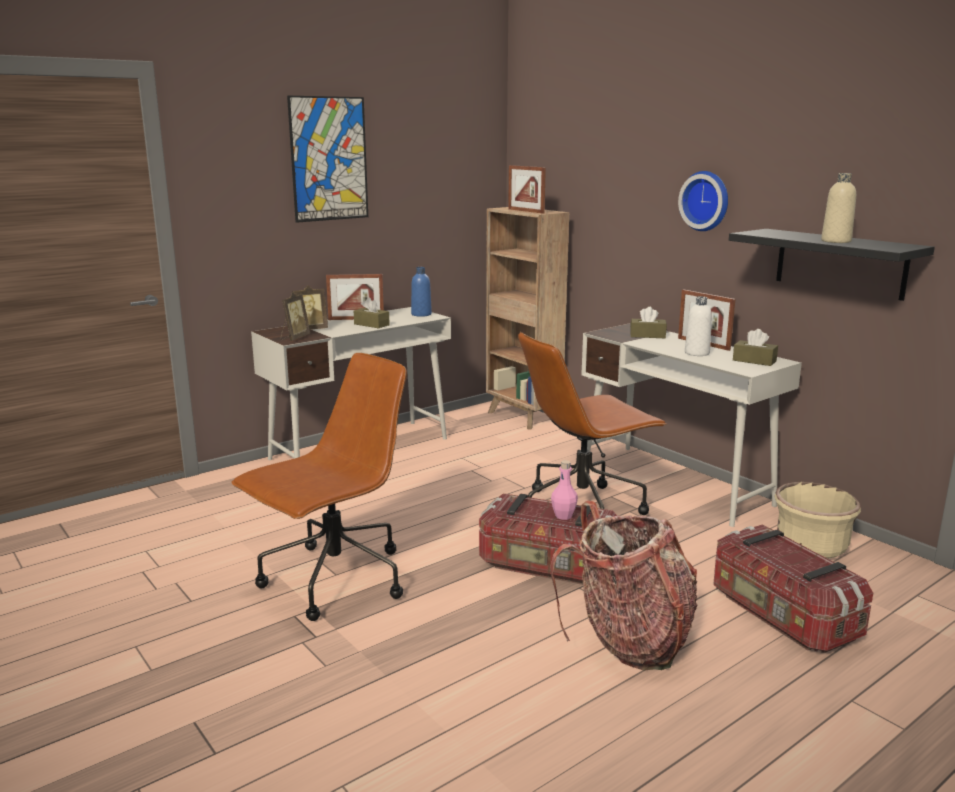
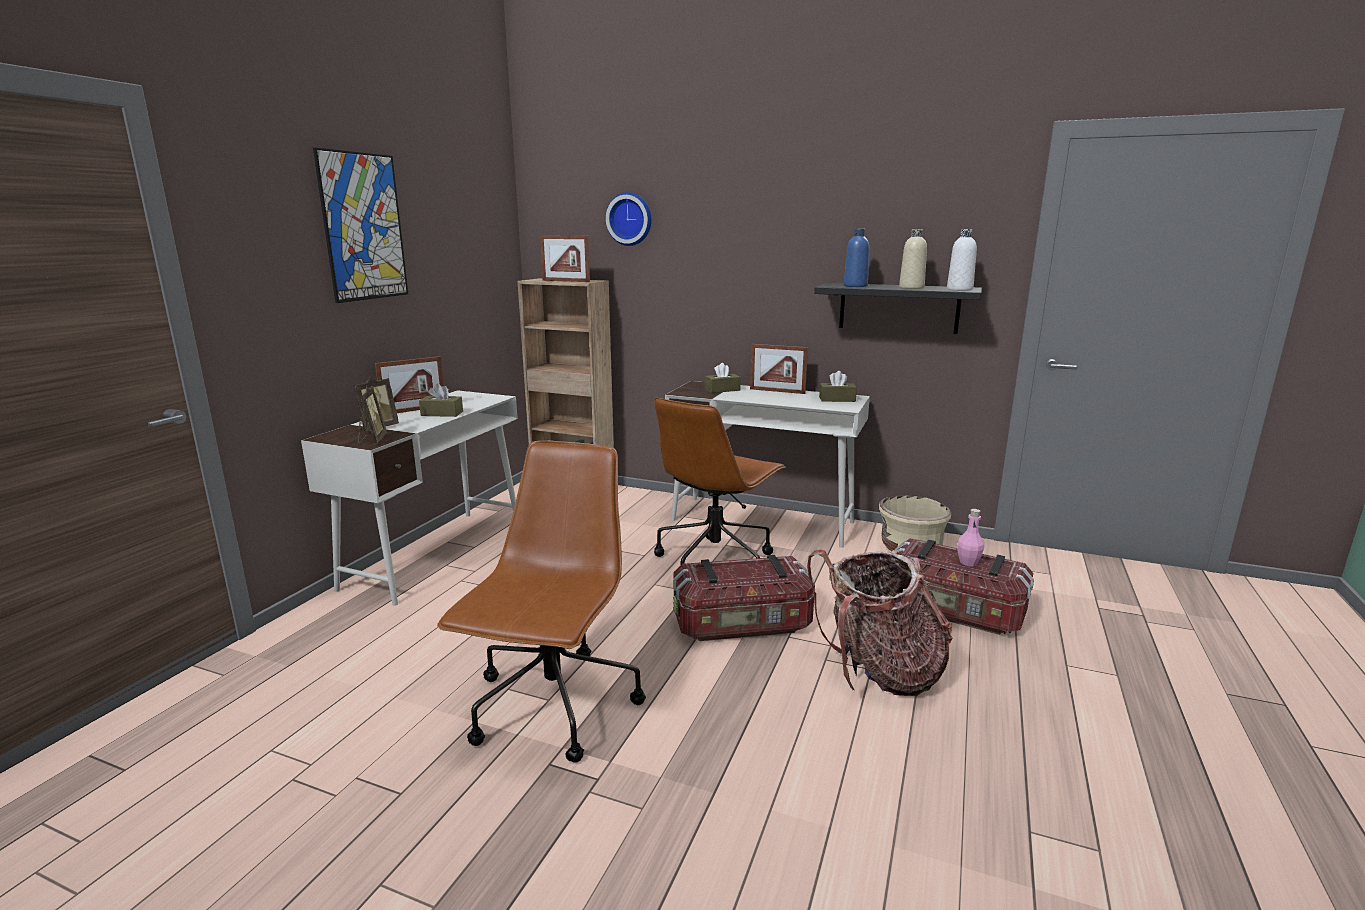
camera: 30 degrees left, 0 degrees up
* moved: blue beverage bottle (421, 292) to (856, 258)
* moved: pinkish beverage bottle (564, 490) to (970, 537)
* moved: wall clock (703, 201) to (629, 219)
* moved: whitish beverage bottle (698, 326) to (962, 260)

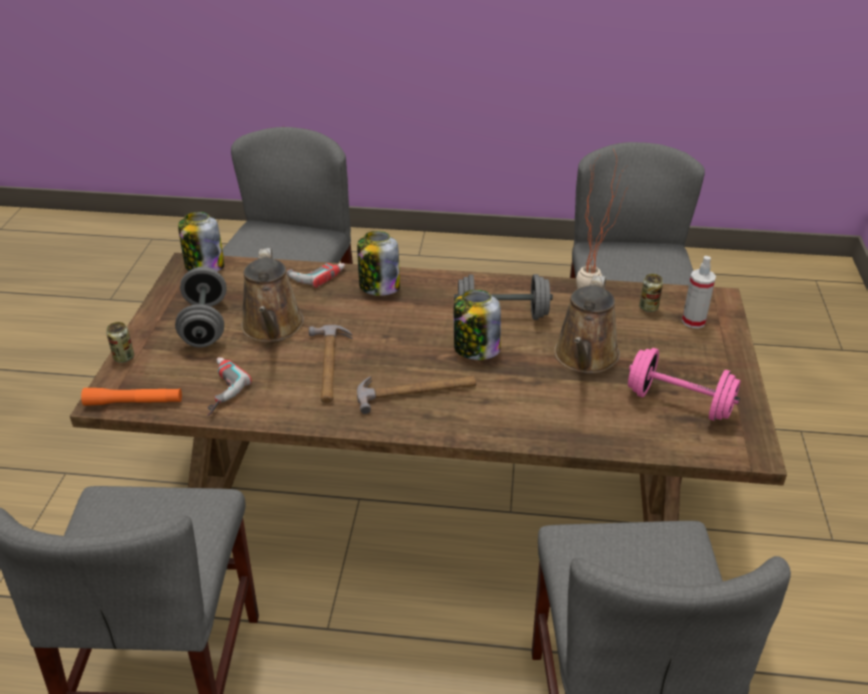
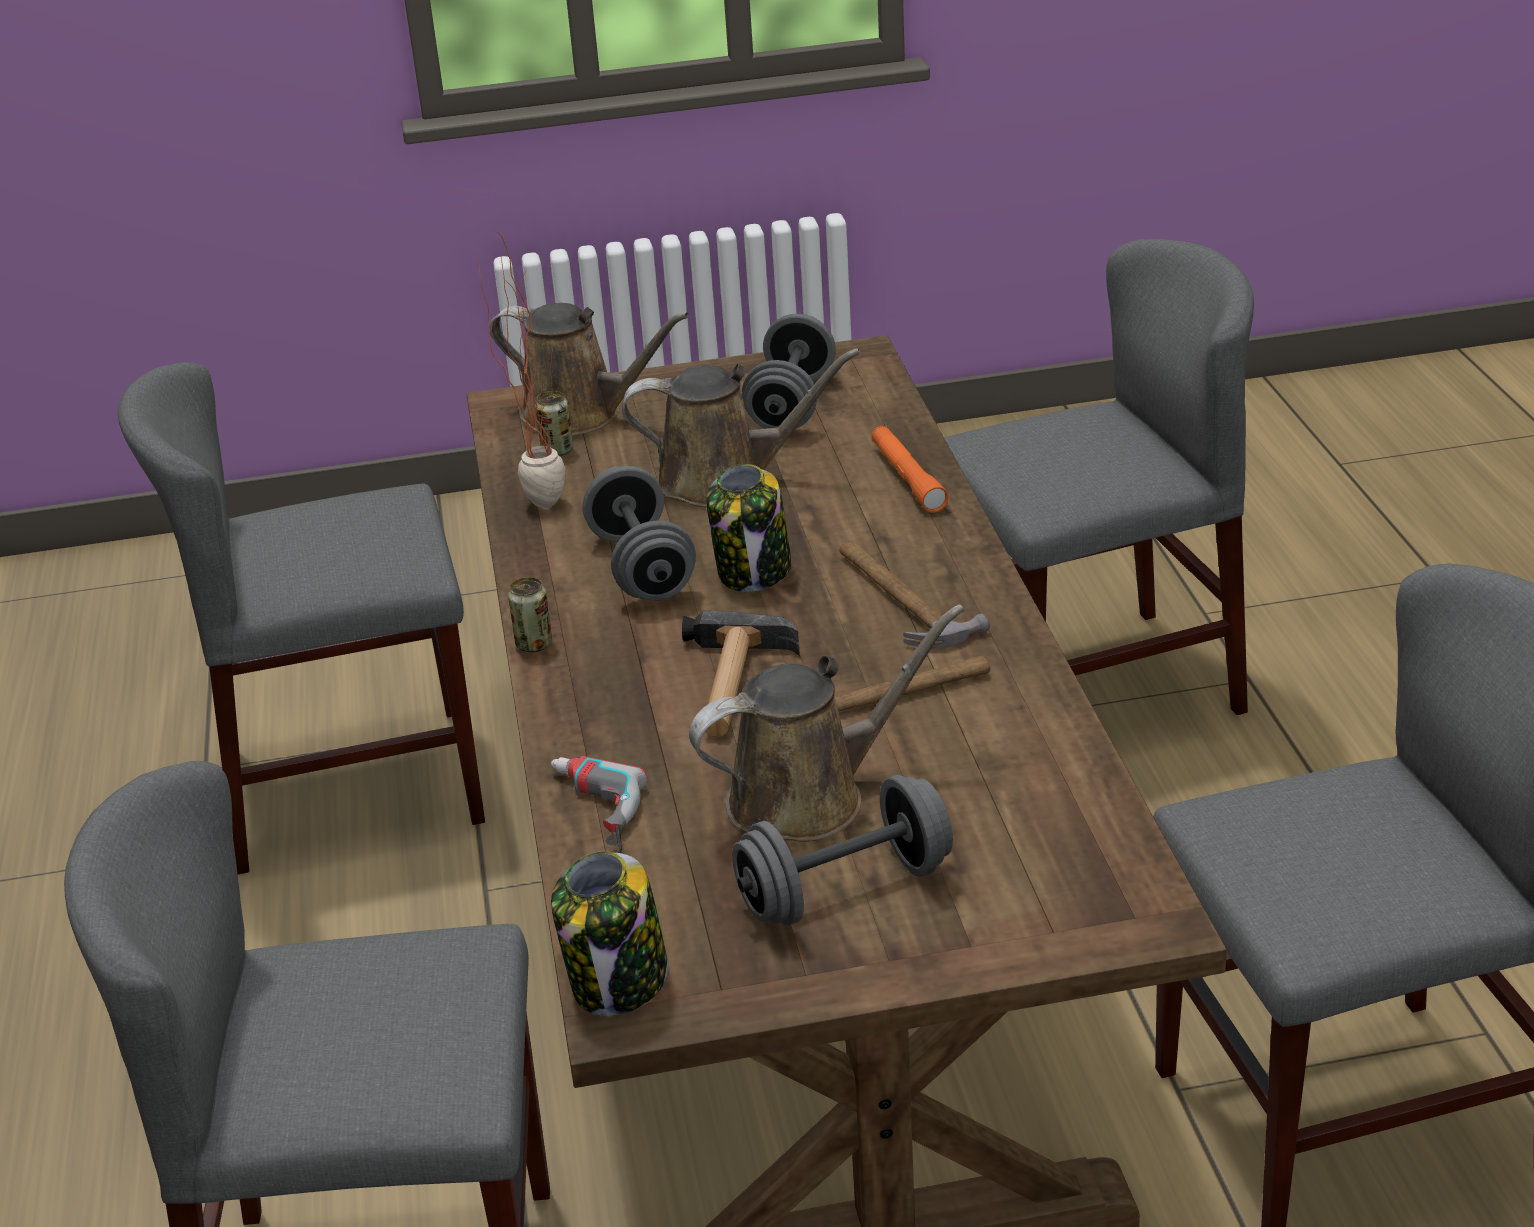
camera: 105 degrees left, 5 degrees down
* removed: power drill (229, 386)
* removed: storage jar (378, 263)
* added: hand hammer (741, 674)
* moved: orange flashlight (131, 397) to (910, 469)
* moved: sealed can (120, 342) to (530, 614)
* replaced: spray bottle (699, 292) to brown-coloured watering pot (589, 369)
* recoloured: pinkish dumbbell (684, 384) to gray dumbbell (789, 371)

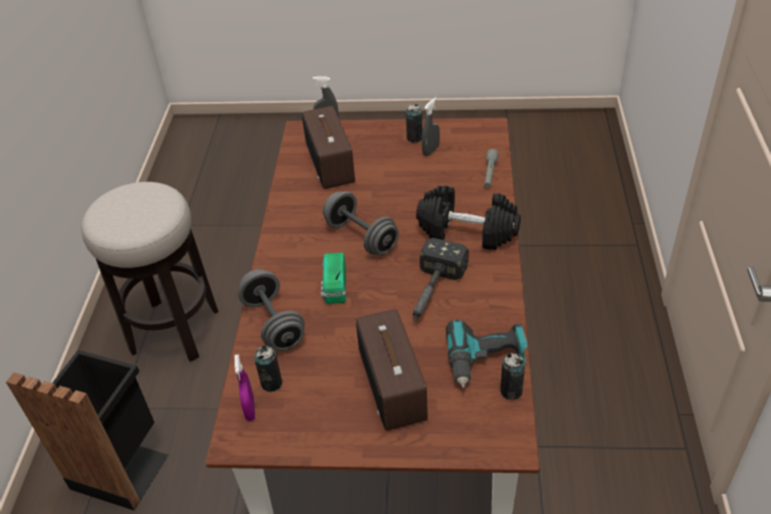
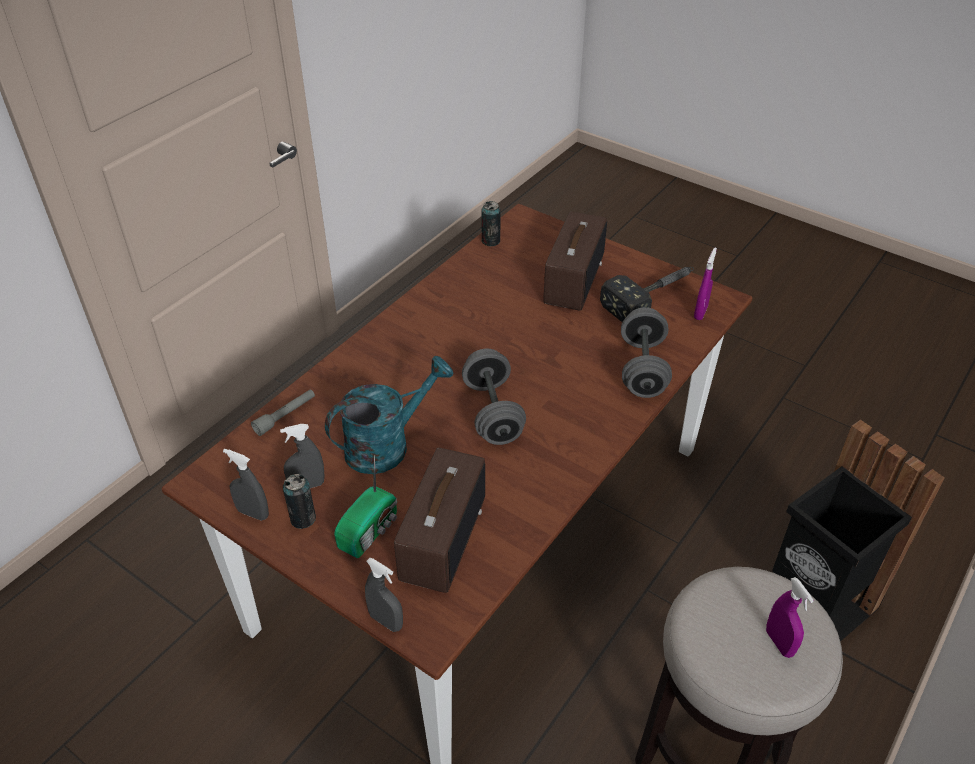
camera: 150 degrees left, 0 degrees up
* removed: sealed can (268, 369)
* removed: black dumbbell (468, 217)
* removed: power drill (487, 353)
* added: gray spray bottle (246, 485)
* added: turquoise-coloured watering pot (389, 415)
* added: purplish spray bottle (790, 617)
* moved: radio set (333, 278) to (365, 506)
* moved: hand hammer (440, 279) to (647, 294)

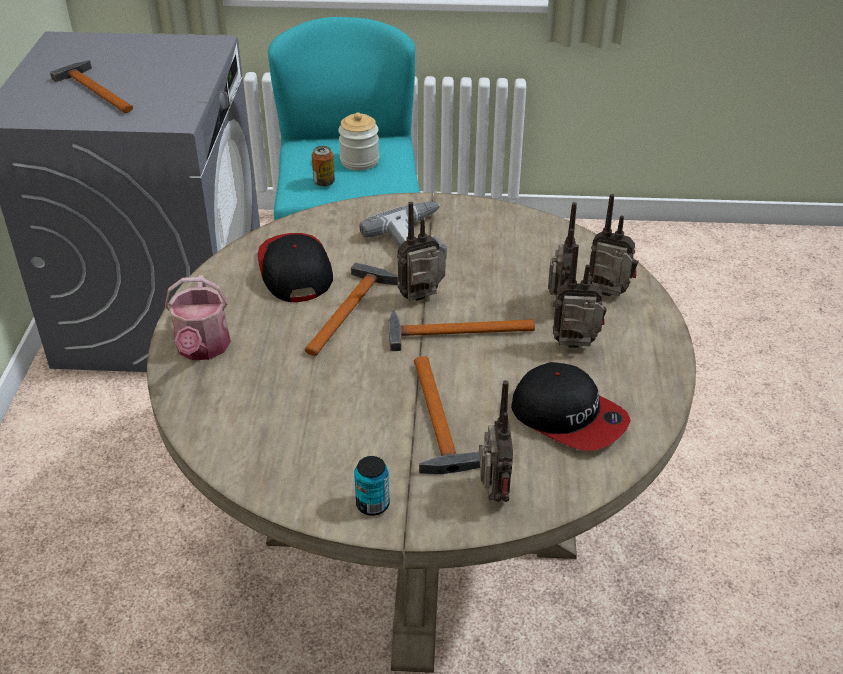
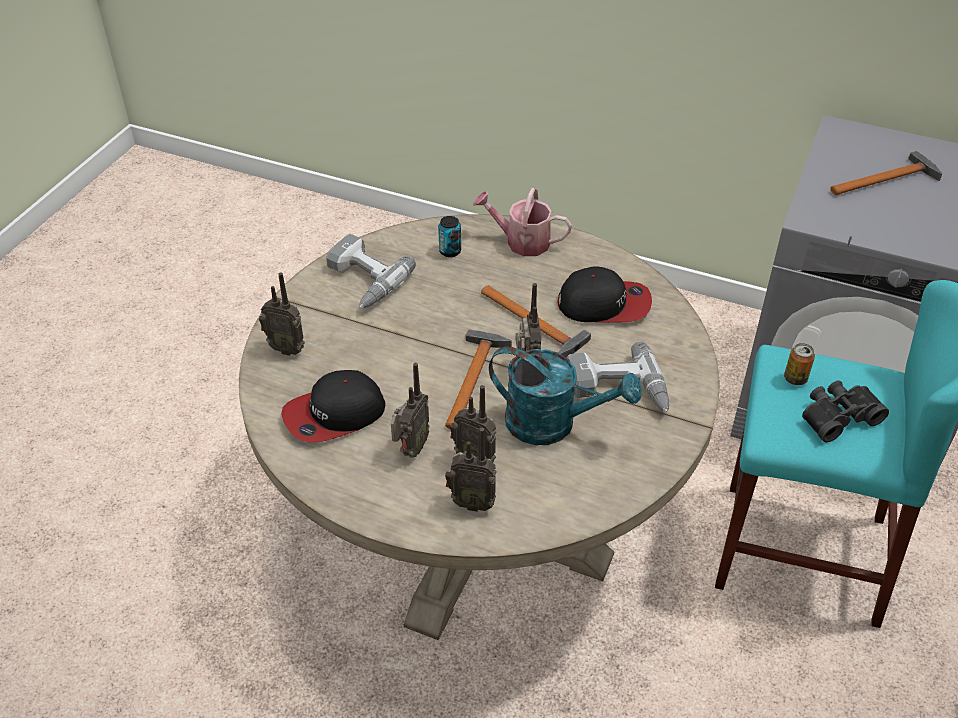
camera: 110 degrees right, 5 degrees up
* removed: hand hammer (447, 415)
* added: power drill (371, 271)
* added: turquoise-coloured watering pot (565, 396)
* moved: sealed can (371, 486) to (449, 236)
* replaced: storage jar (358, 141) to black binoculars (845, 411)
* turned: radio set (614, 245) = (471, 469) 60 degrees clockwise

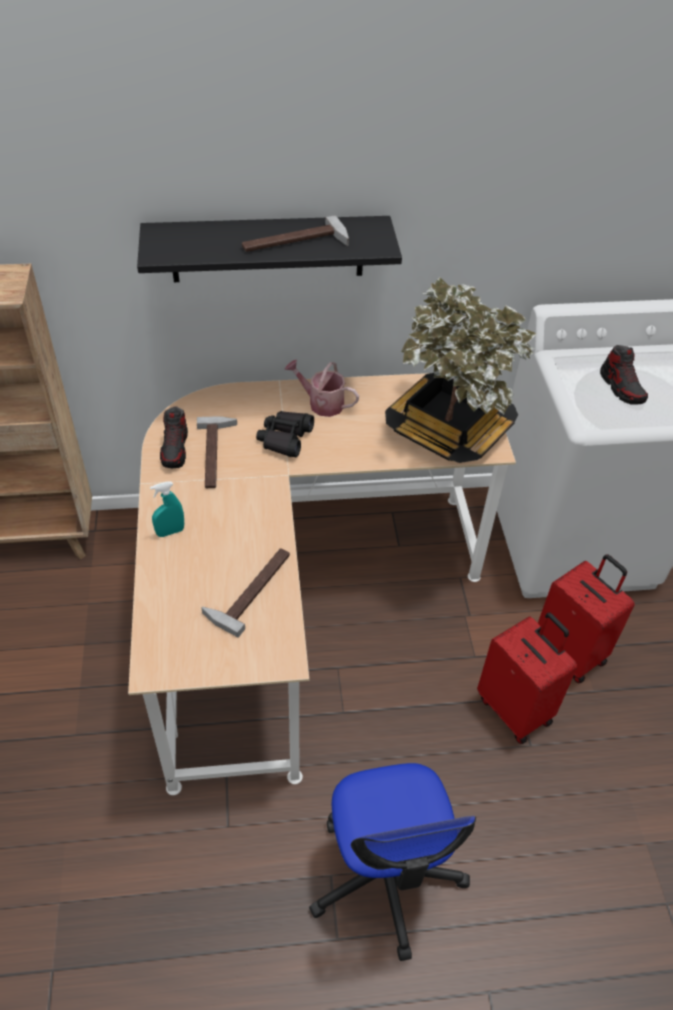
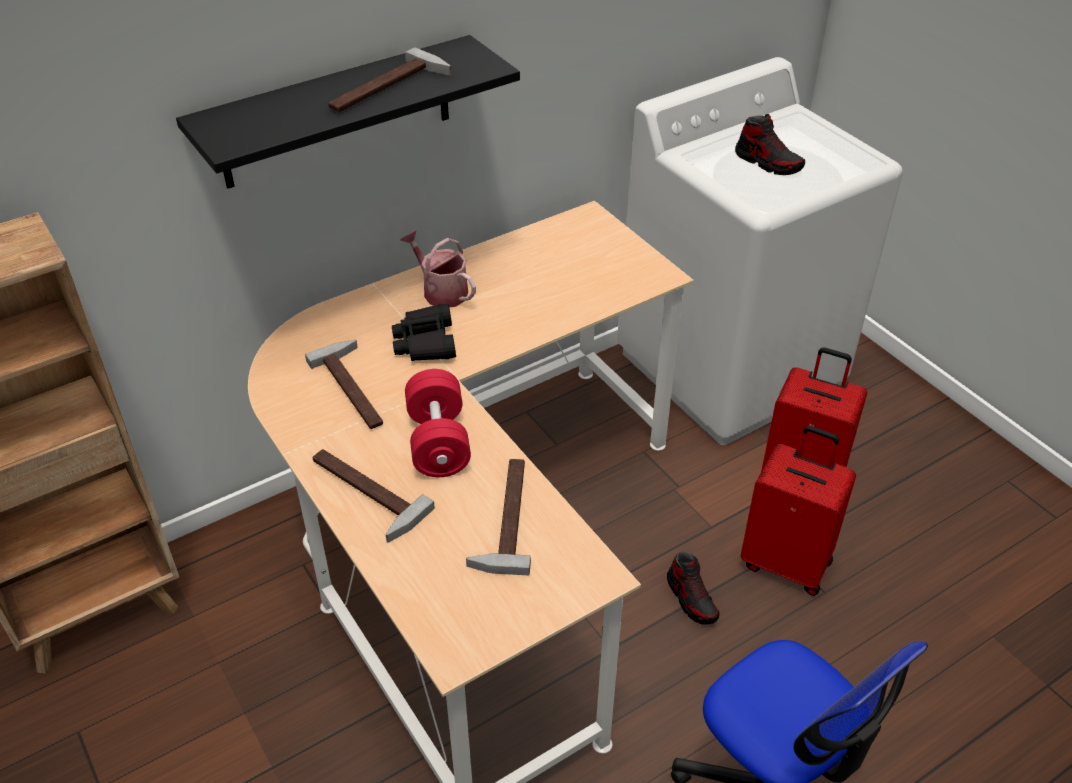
camera: 25 degrees left, 5 degrees down
* removed: potted plant (461, 370)
* added: reddish dumbbell (438, 423)
* moved: shoe (174, 437) to (693, 588)
* replaced: turquoise-coloured spray bottle (167, 509) to hand hammer (374, 496)
* turned: watering pot (321, 388) = (438, 269) 45 degrees clockwise

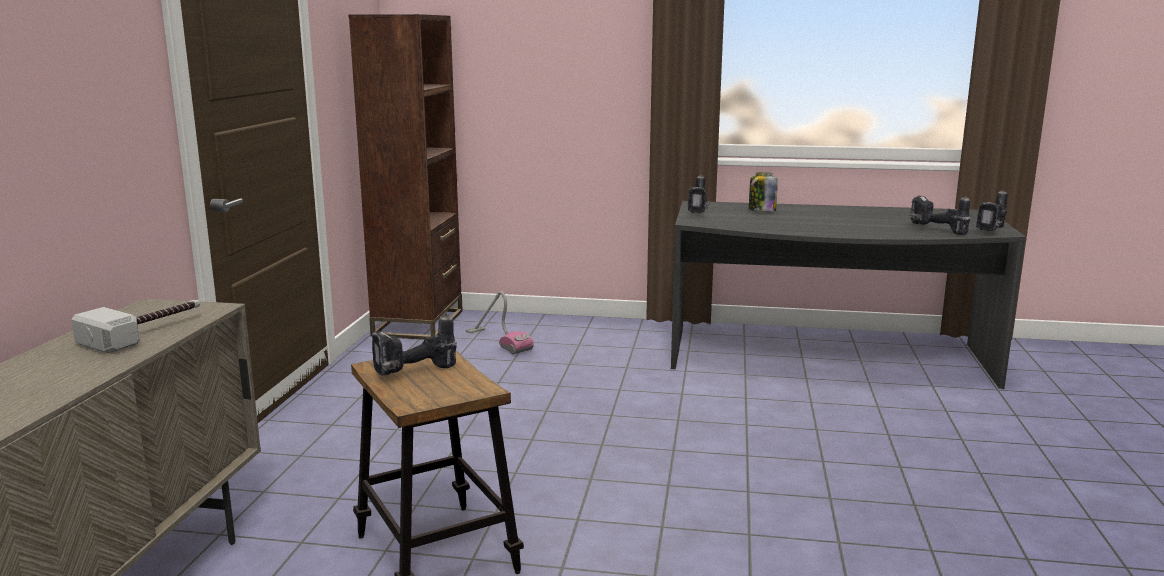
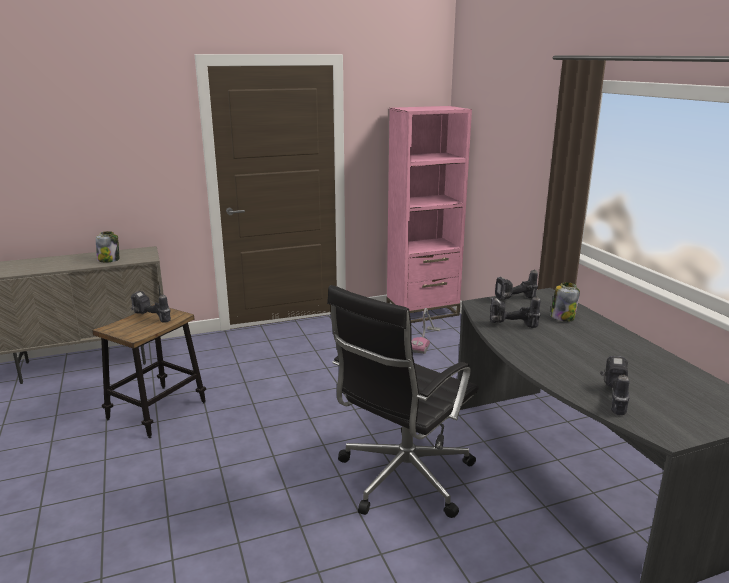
camera: 60 degrees right, 5 degrees up
* added: black computer chair (402, 401)
* moved: power drill (992, 210) to (515, 312)
* replaced: hand hammer (135, 326) to storage jar (107, 246)
* recoloured: brown-coloured bookshelf (405, 177) to pinkish bookshelf (429, 214)

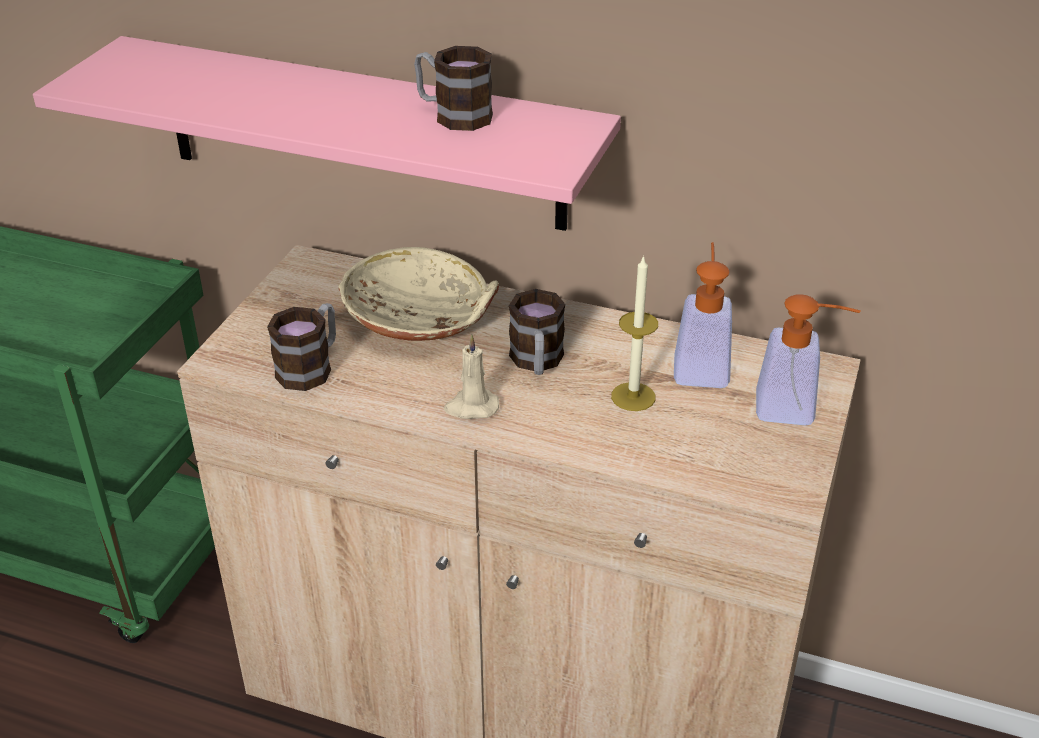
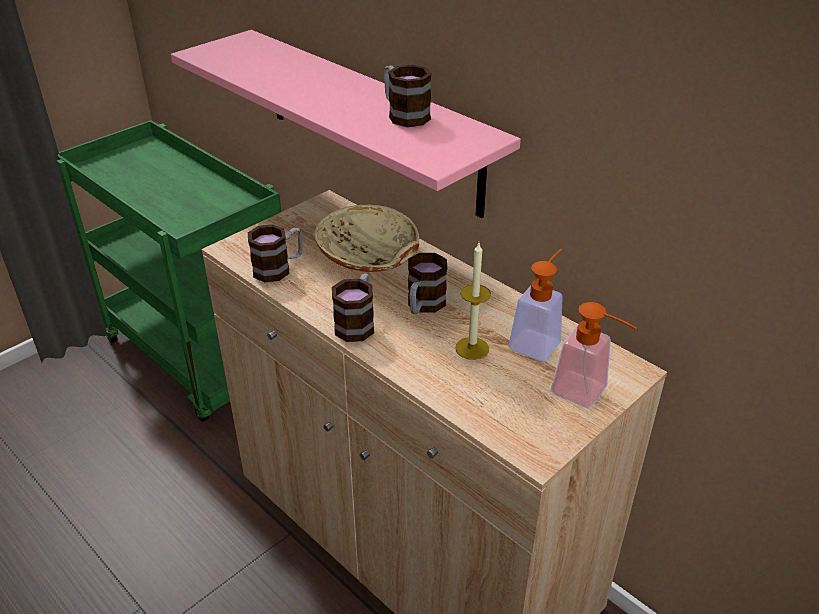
camera: 25 degrees right, 0 degrees up
* replaced: beige candle (471, 376) to mug (353, 308)

